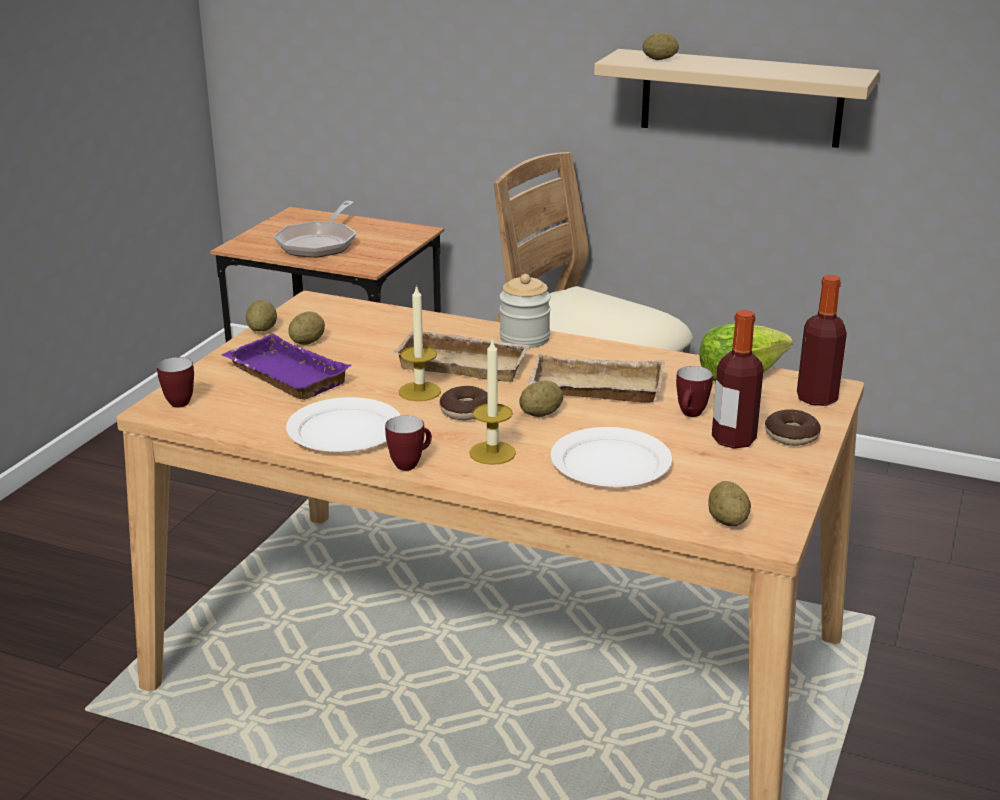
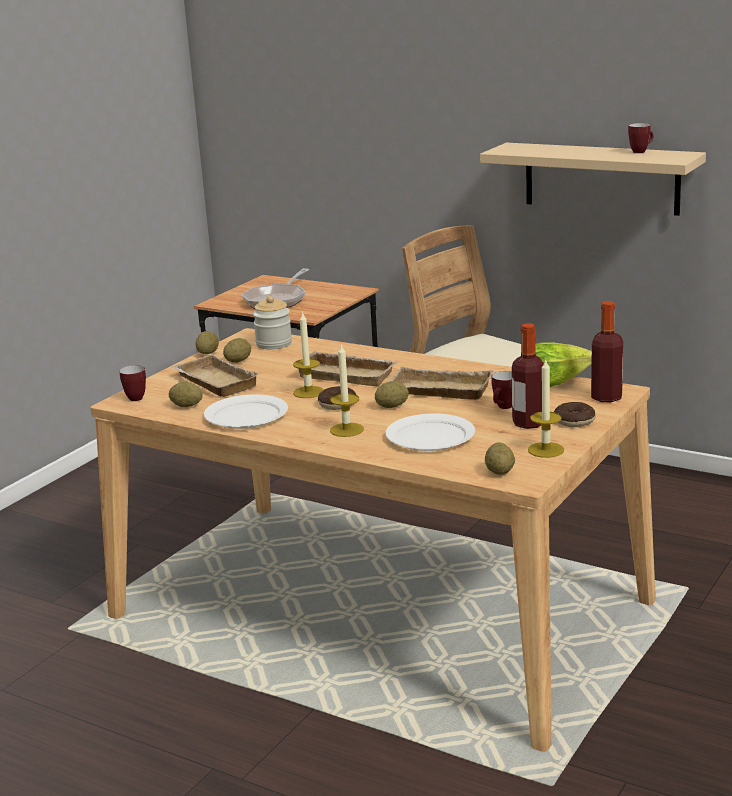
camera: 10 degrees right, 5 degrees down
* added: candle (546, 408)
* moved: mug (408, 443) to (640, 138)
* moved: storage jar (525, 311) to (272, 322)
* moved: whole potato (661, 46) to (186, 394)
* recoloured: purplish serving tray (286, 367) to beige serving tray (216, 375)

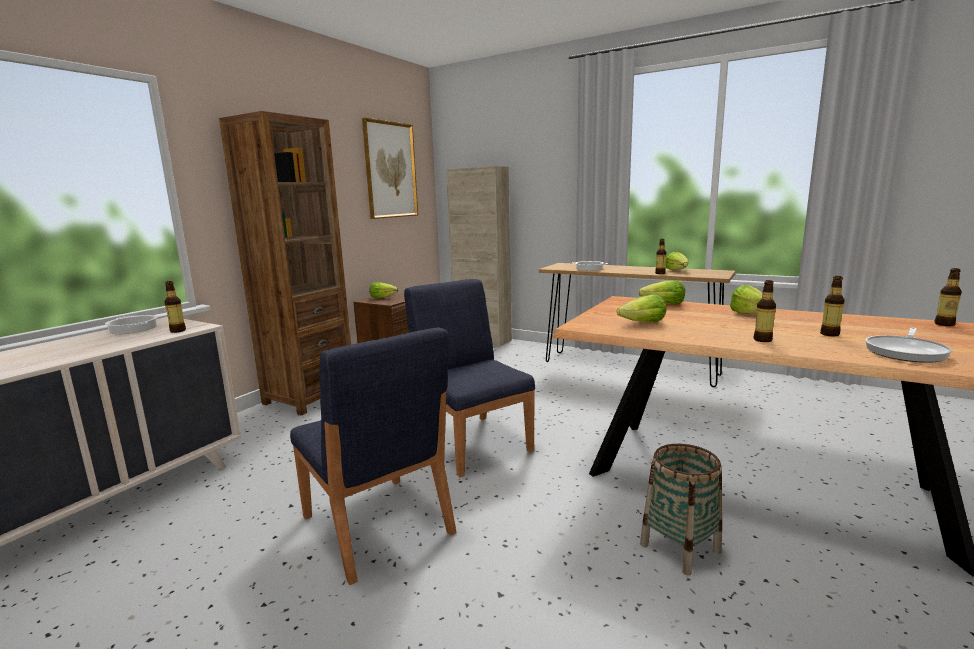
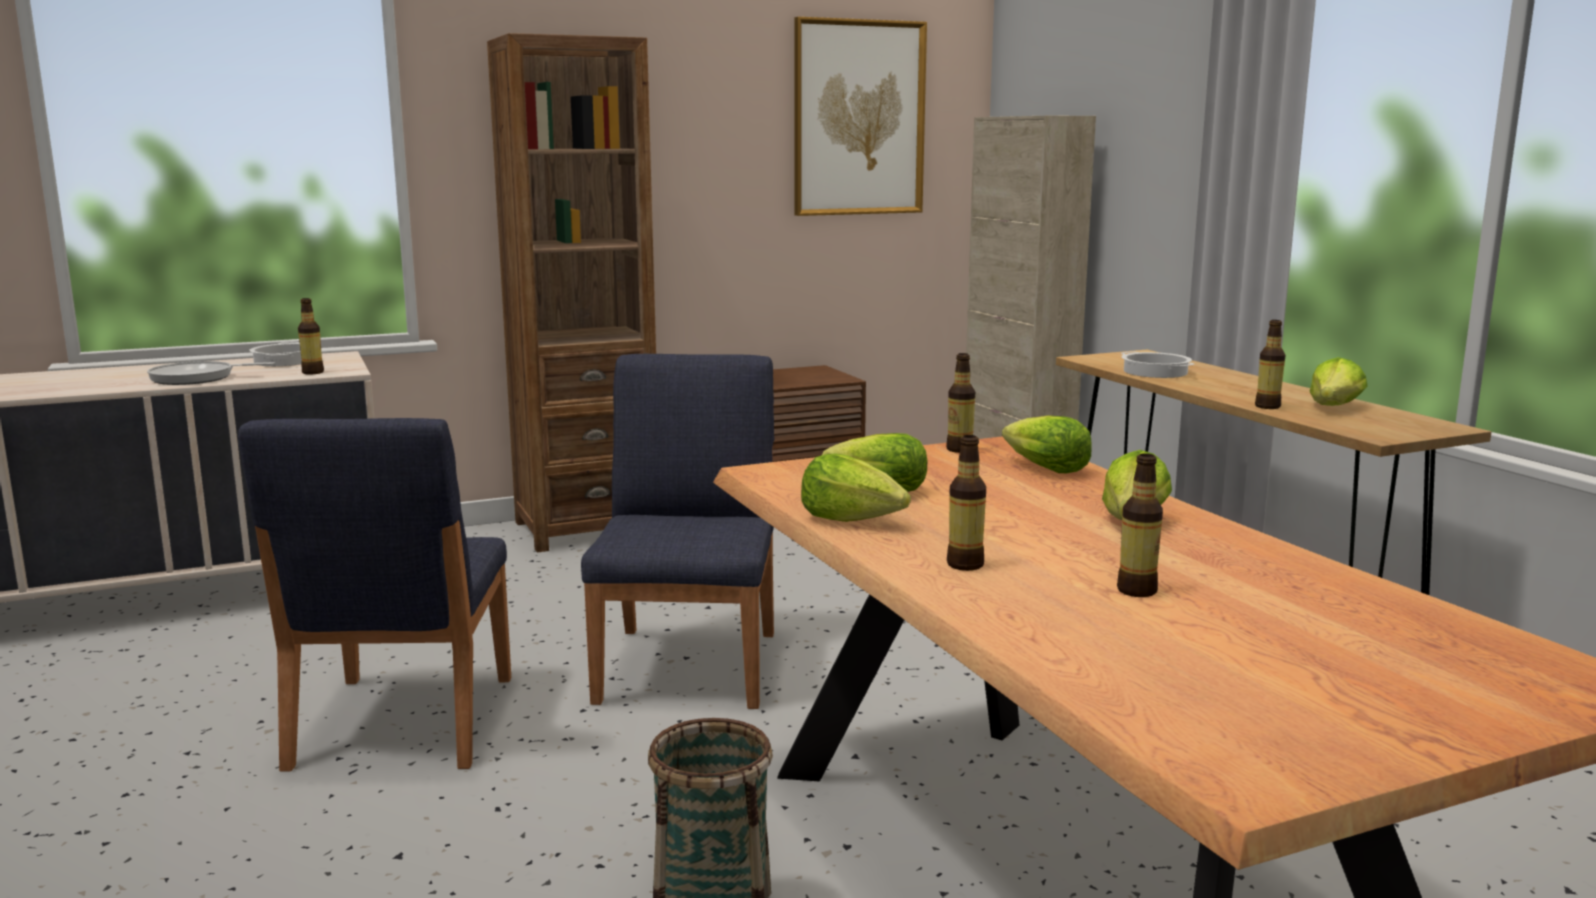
camera: 35 degrees right, 0 degrees up
* moved: lettuce (383, 290) to (856, 488)
* moved: skillet (908, 345) to (211, 373)
* moved: beverage bottle (948, 297) to (960, 403)

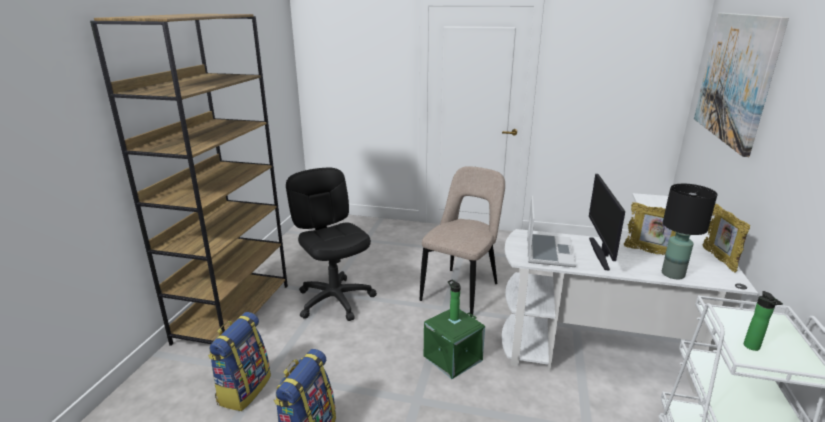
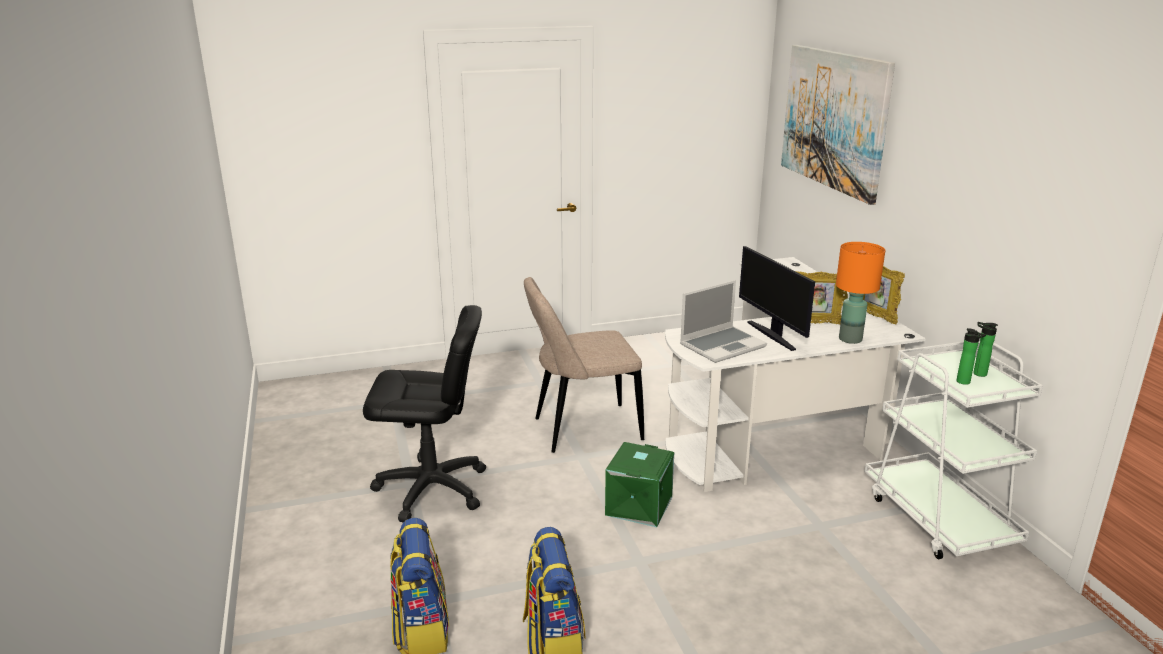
camera: 30 degrees left, 0 degrees up
* removed: brown-coloured bookshelf (189, 180)
* moved: beverage bottle (454, 300) to (985, 349)
* recoloured: black tabletop lamp (690, 231) to orange tabletop lamp (860, 293)
* turned: black computer chair (331, 244) = (424, 414) 150 degrees clockwise
* turned: beige upright chair (462, 241) = (584, 365) 105 degrees counterclockwise
* turned: laptop (551, 231) = (723, 321) 75 degrees clockwise

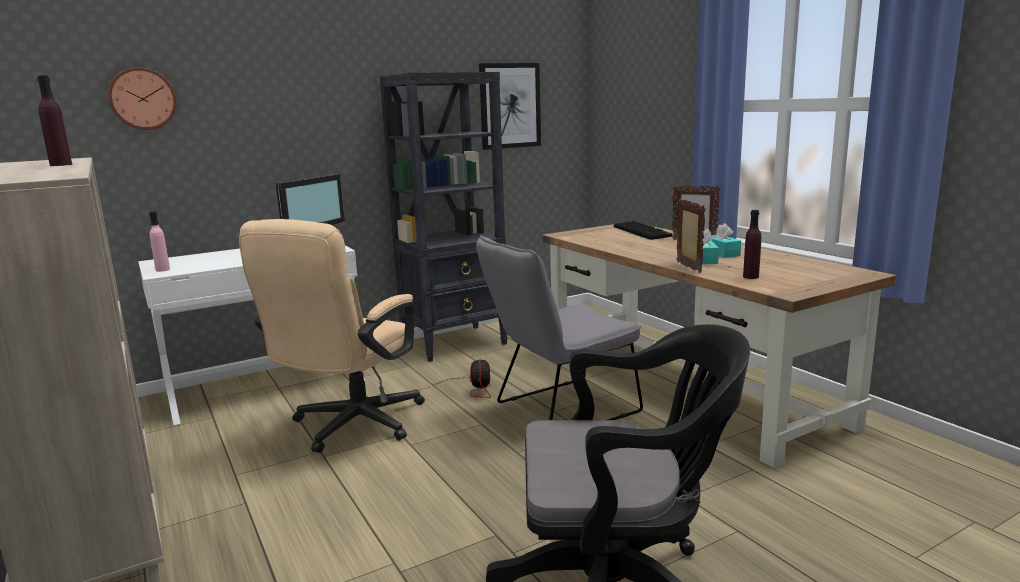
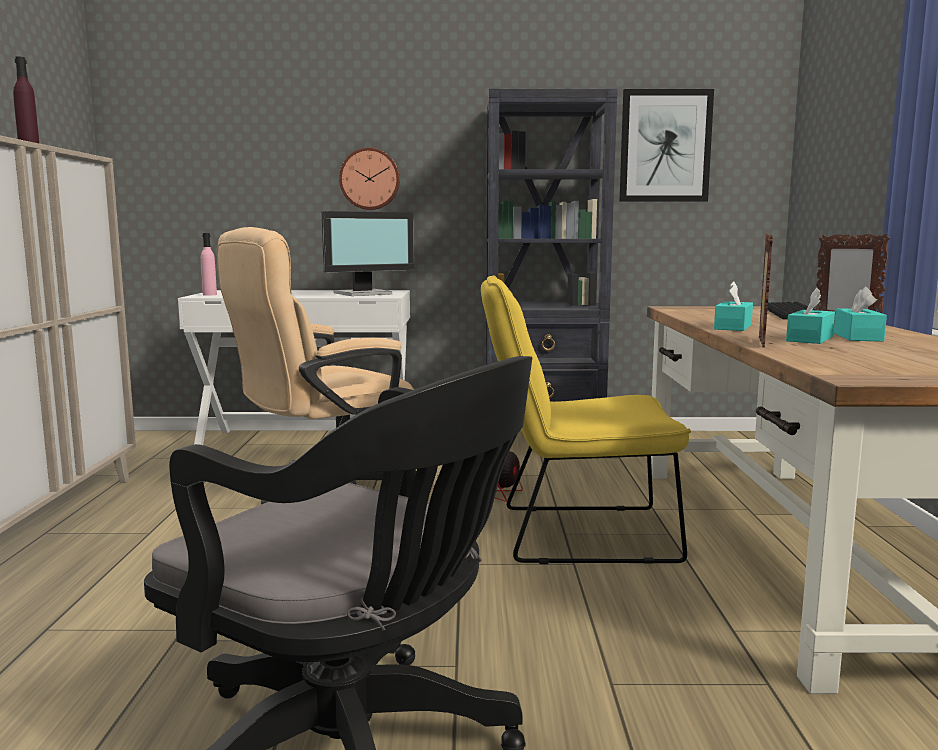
camera: 30 degrees right, 5 degrees down
* removed: purplish beverage bottle (752, 244)
* added: turquoise-coloured tissue holder (733, 306)
* moved: wall clock (142, 99) to (369, 179)
* recoloured: gray upright chair (559, 327) to yellowish upright chair (586, 420)

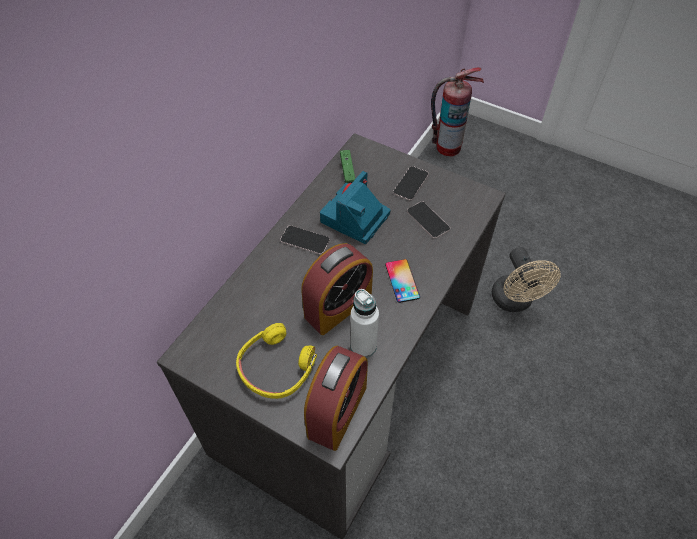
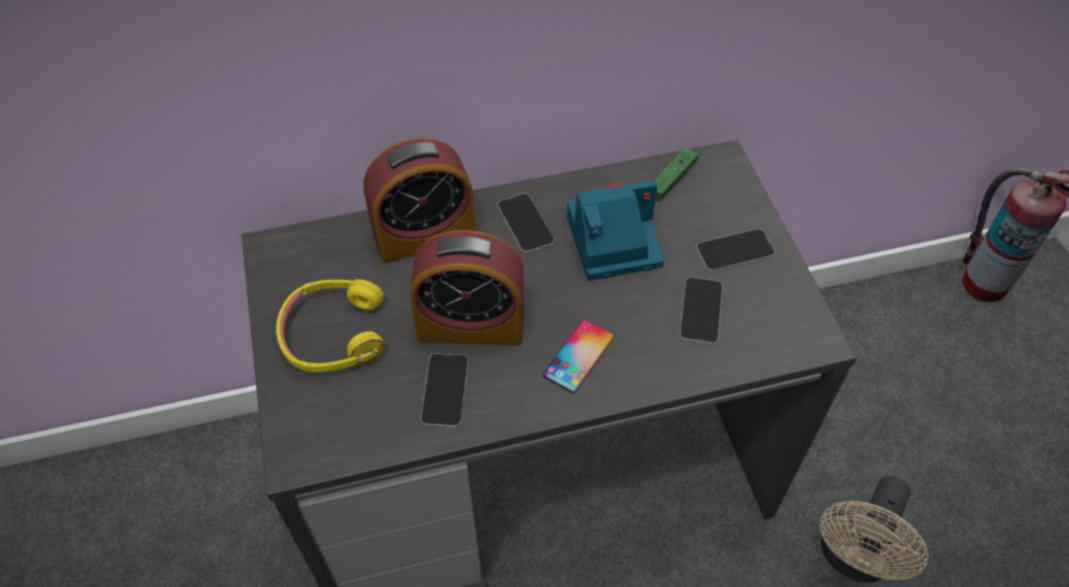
camera: 45 degrees right, 0 degrees up
* moved: bedside clock (336, 398) to (419, 201)
* replaced: whitish beverage bottle (365, 323) to handset (445, 390)

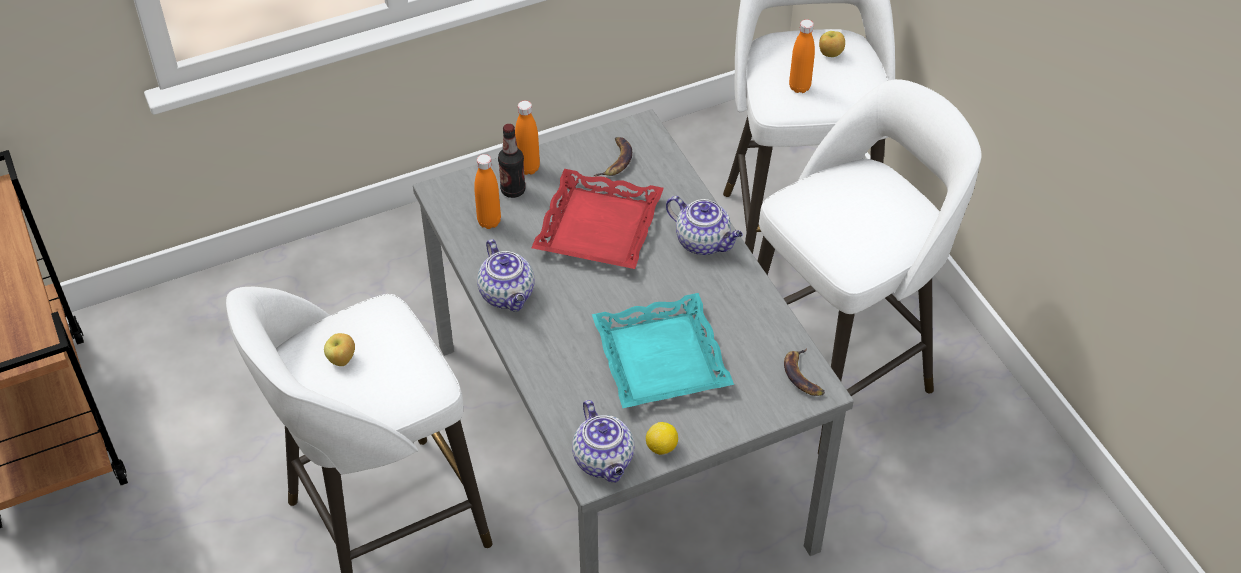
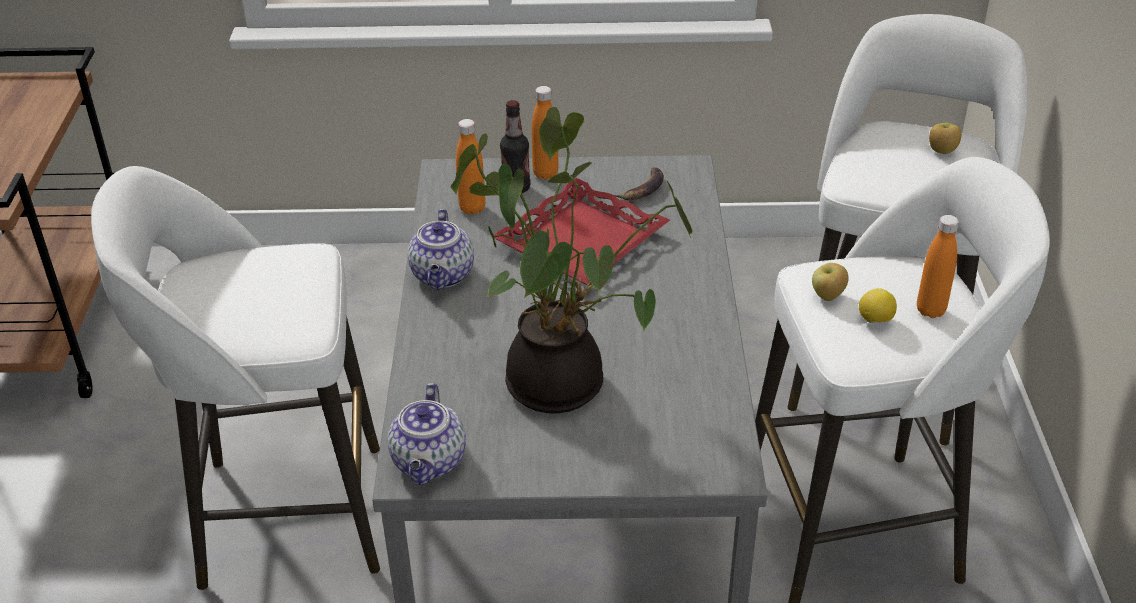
camera: 25 degrees right, 10 degrees down
* removed: tea pot (704, 225)
* removed: banana (804, 372)
* moved: apple (339, 349) to (830, 282)
* moved: citrus fruit (662, 438) to (878, 305)
* moved: orange beverage bottle (802, 56) to (938, 266)
* replaced: turquoise-coloured serving tray (663, 350) to potted plant (571, 260)

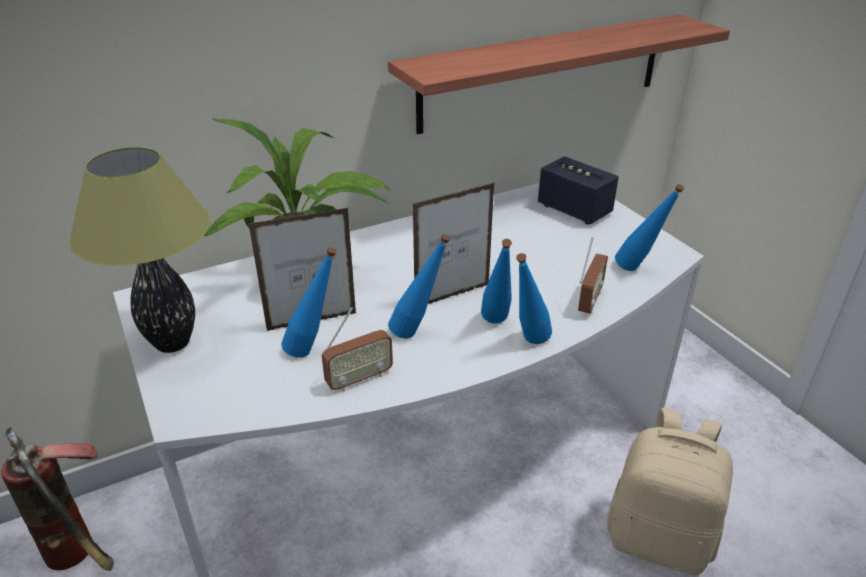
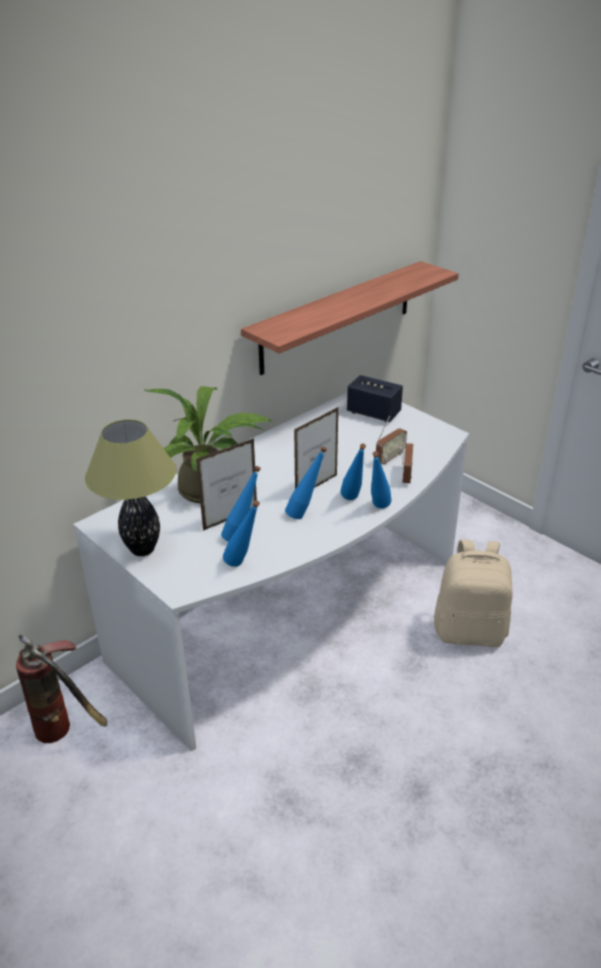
camera: 15 degrees left, 0 degrees up
* moved: radio set (357, 349) to (391, 440)
* moved: blue beverage bottle (649, 227) to (241, 533)

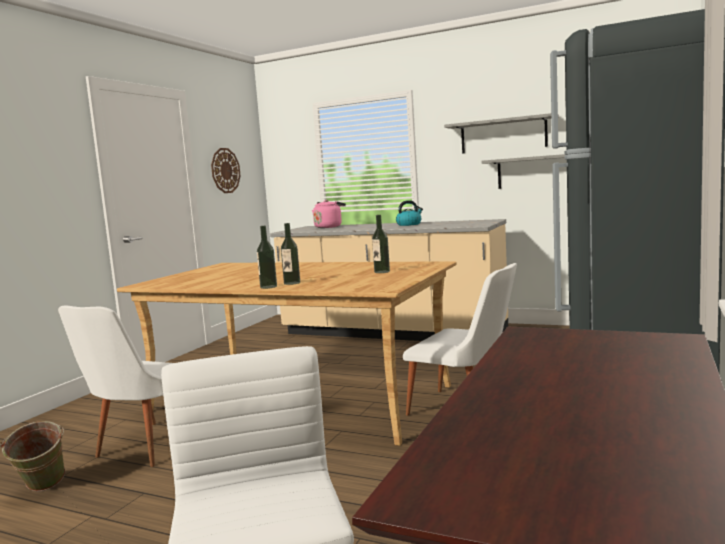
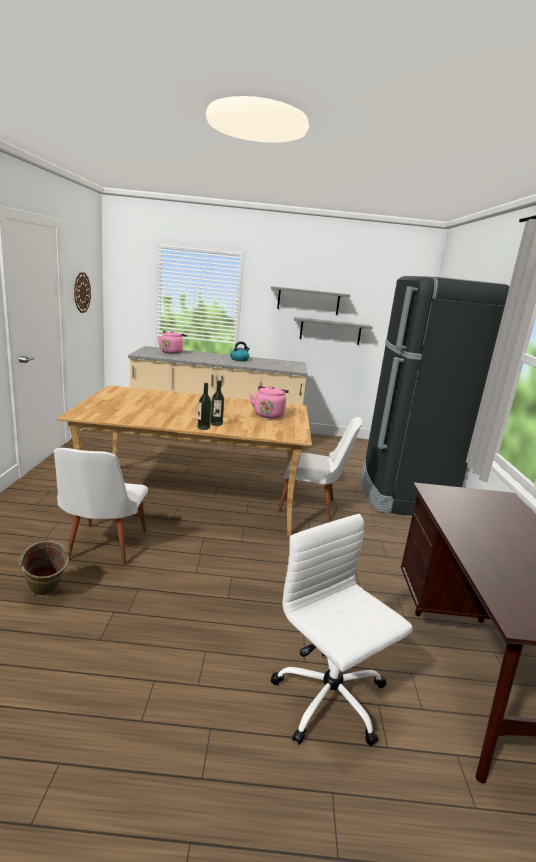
camera: 25 degrees left, 10 degrees up
* replaced: beverage bottle (381, 244) to pinkish tea kettle (269, 402)

